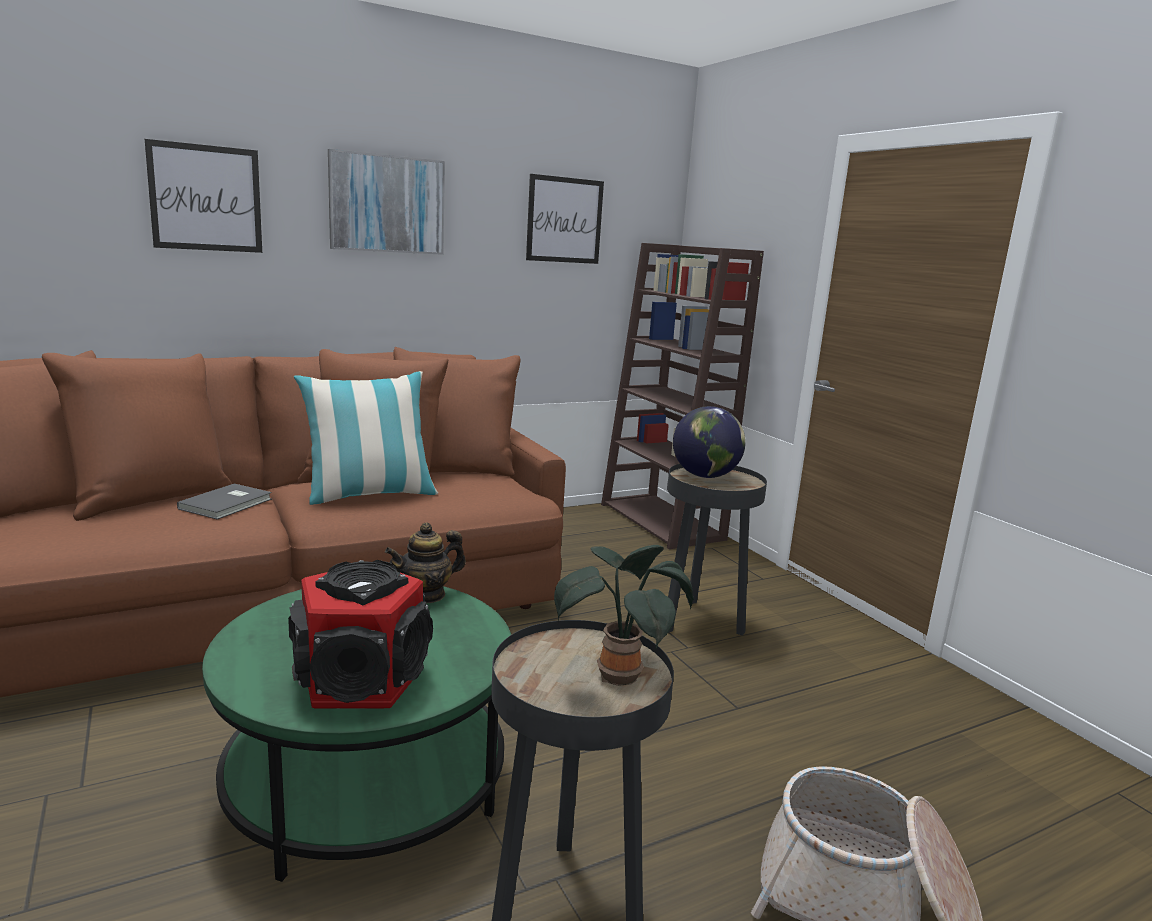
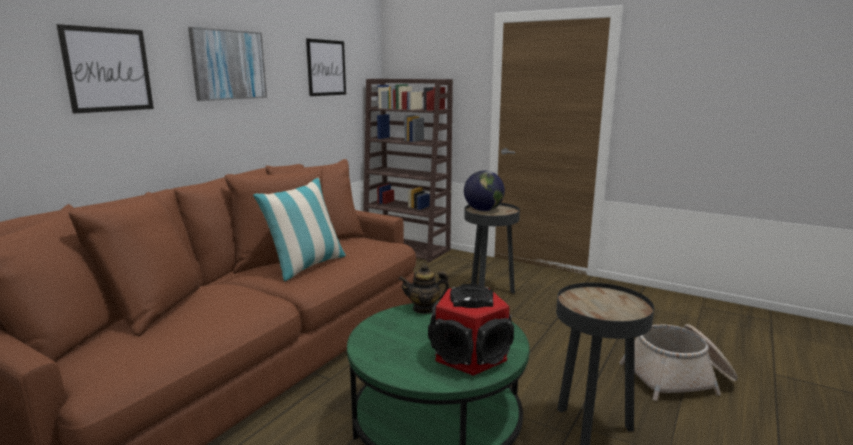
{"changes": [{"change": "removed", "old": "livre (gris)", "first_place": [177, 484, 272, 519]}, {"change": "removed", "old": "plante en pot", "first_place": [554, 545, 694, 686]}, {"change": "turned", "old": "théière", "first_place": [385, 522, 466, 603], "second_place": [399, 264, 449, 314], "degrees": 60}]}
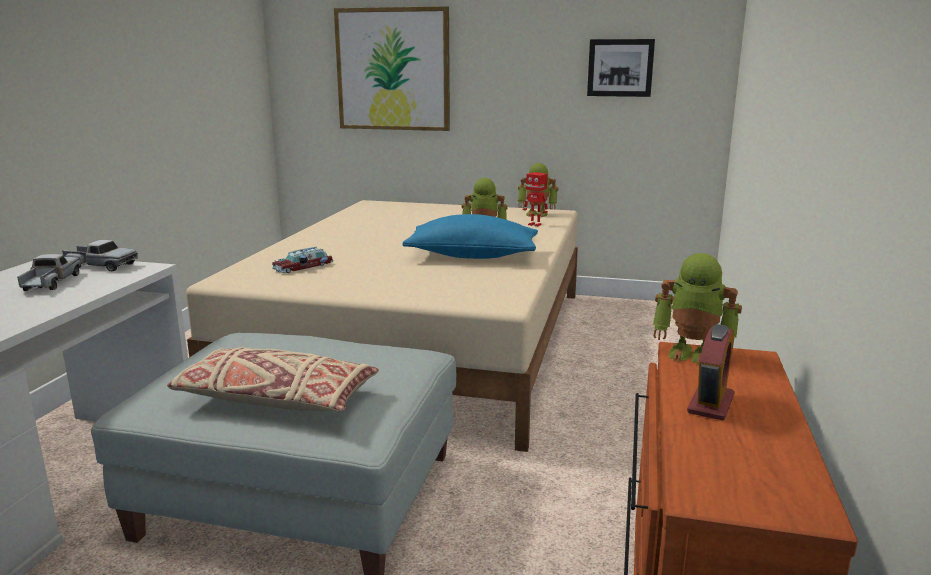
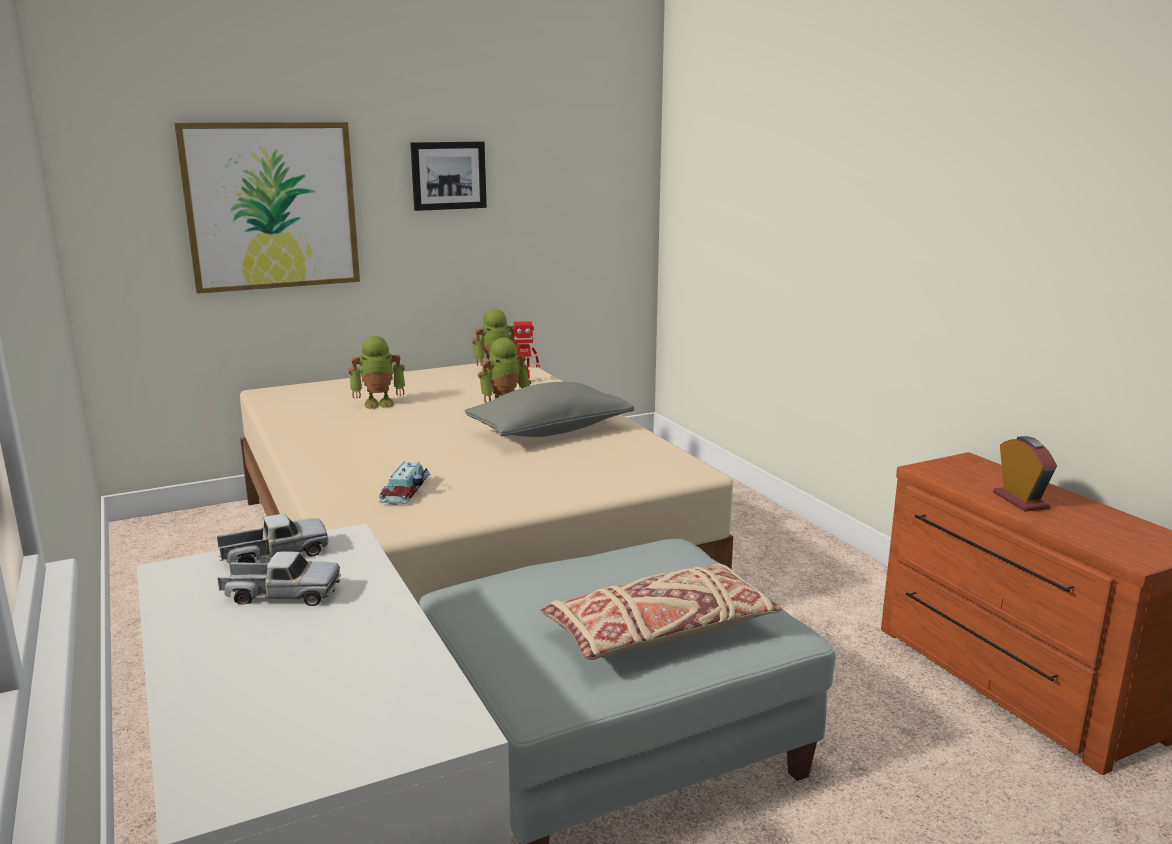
{"changes": [{"change": "moved", "old": "tableau", "first_place": [587, 39, 655, 97], "second_place": [410, 142, 487, 211]}, {"change": "moved", "old": "robot jouet", "first_place": [653, 253, 742, 366], "second_place": [348, 336, 405, 410]}, {"change": "recoloured", "old": "coussin (bleu)", "new": "coussin (gris)", "first_place": [402, 214, 538, 259], "second_place": [465, 382, 634, 437]}, {"change": "turned", "old": "camion jouet", "first_place": [17, 254, 81, 291], "second_place": [217, 551, 341, 606], "degrees": 135}]}
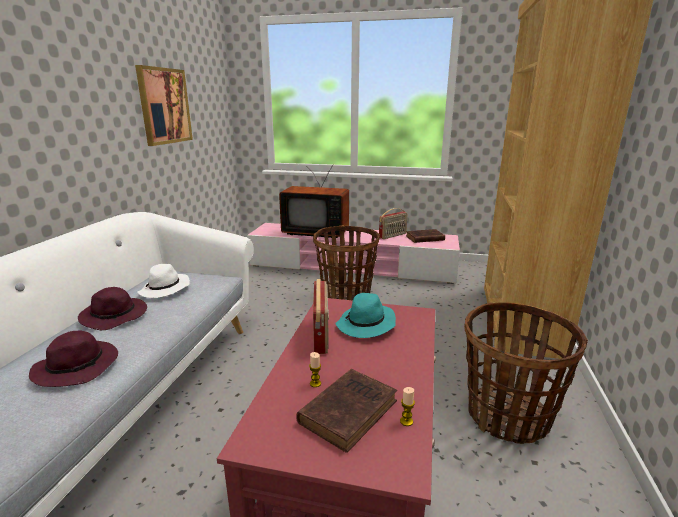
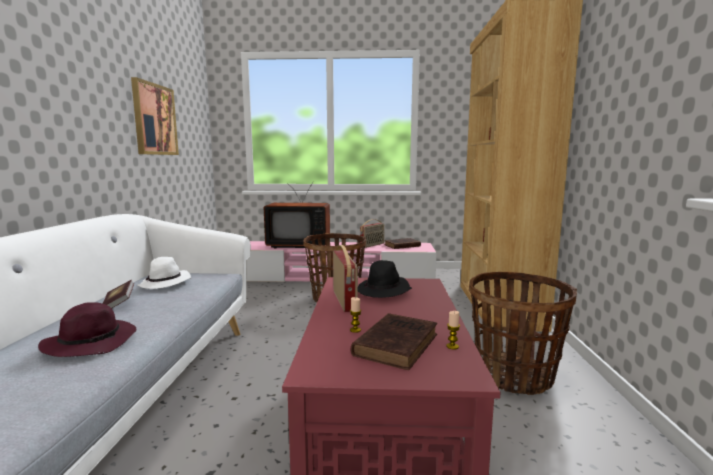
{"changes": [{"change": "replaced", "old": "chapeau (violet)", "new": "livre", "first_place": [78, 287, 147, 330], "second_place": [103, 280, 134, 309]}, {"change": "recoloured", "old": "chapeau (turquoise)", "new": "chapeau (noir)", "first_place": [335, 293, 396, 338], "second_place": [358, 260, 412, 298]}]}
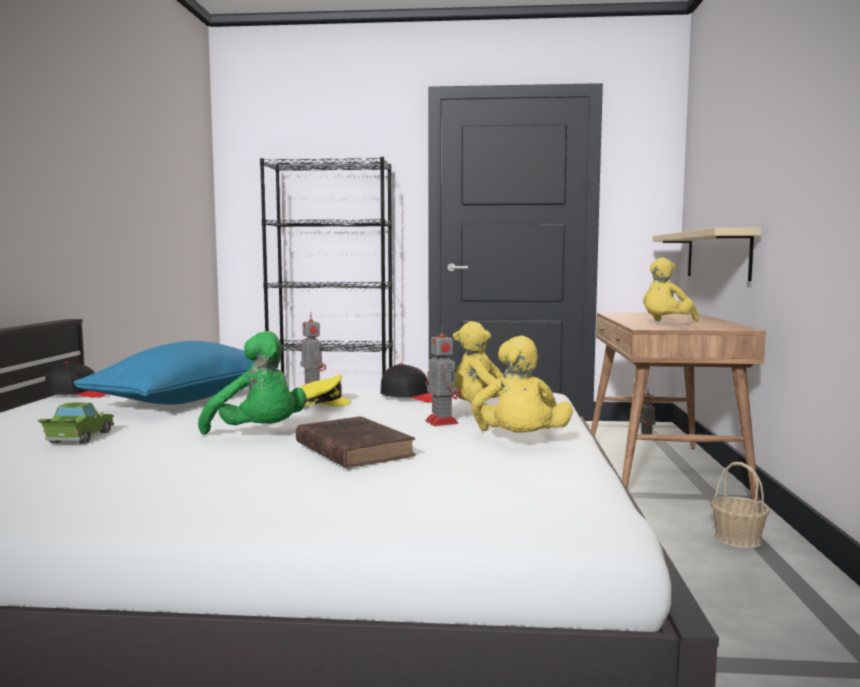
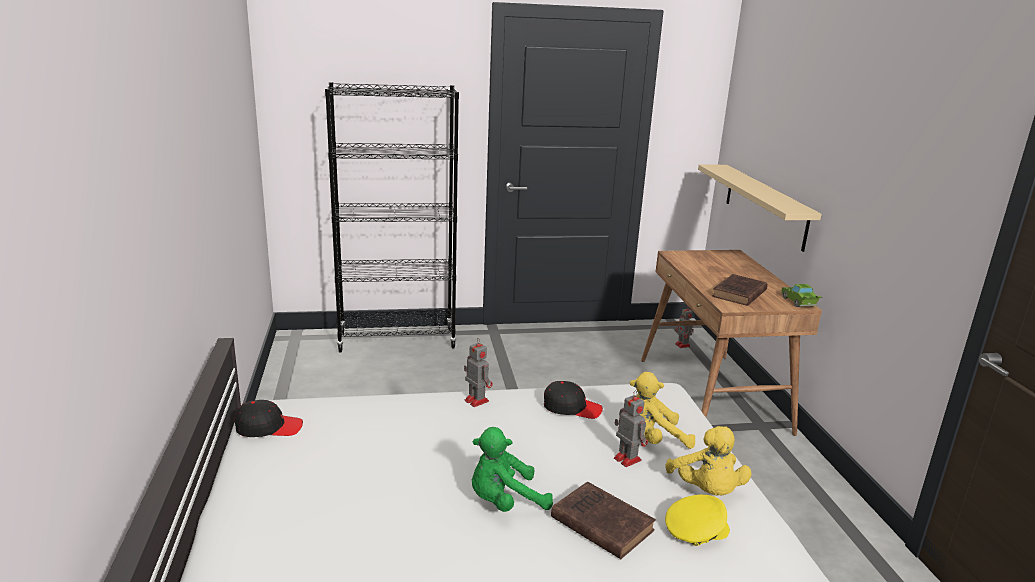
{"changes": [{"change": "removed", "old": "coussin (bleu)", "first_place": [73, 341, 278, 405]}, {"change": "removed", "old": "panier", "first_place": [711, 462, 770, 548]}, {"change": "moved", "old": "petite voiture (vert)", "first_place": [37, 402, 114, 444], "second_place": [781, 284, 822, 307]}, {"change": "moved", "old": "casquette (jaune)", "first_place": [299, 374, 351, 406], "second_place": [665, 495, 730, 546]}, {"change": "replaced", "old": "peluche (jaune)", "new": "livre (marron)", "first_place": [643, 257, 699, 322], "second_place": [712, 274, 768, 306]}, {"change": "turned", "old": "peluche (vert)", "first_place": [198, 331, 306, 435], "second_place": [472, 427, 553, 512], "degrees": 135}]}
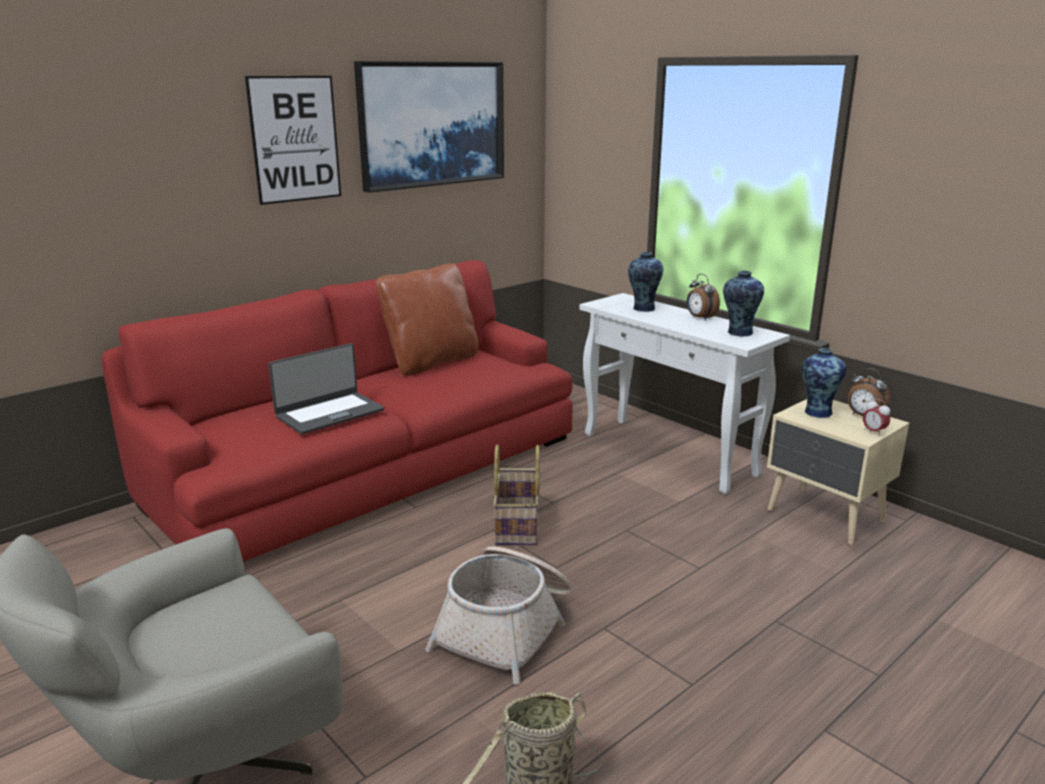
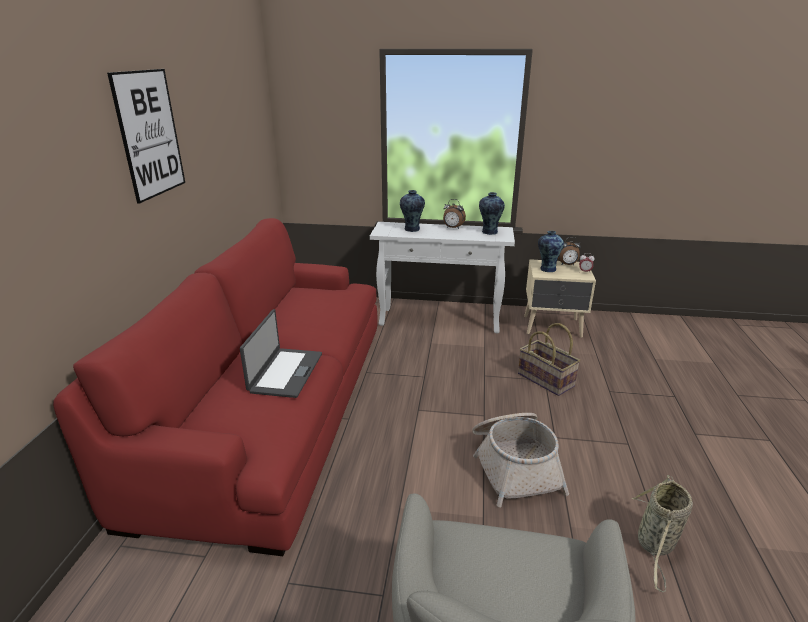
{"changes": [{"change": "removed", "old": "tableau", "first_place": [354, 61, 504, 193]}, {"change": "removed", "old": "coussin (marron)", "first_place": [376, 263, 479, 376]}, {"change": "moved", "old": "panier", "first_place": [493, 445, 540, 545], "second_place": [518, 323, 580, 396]}]}
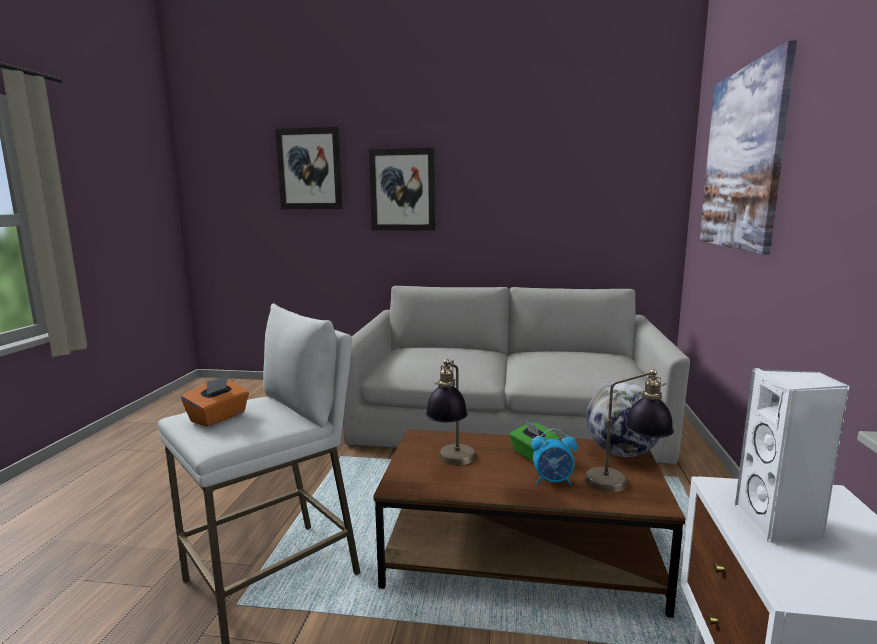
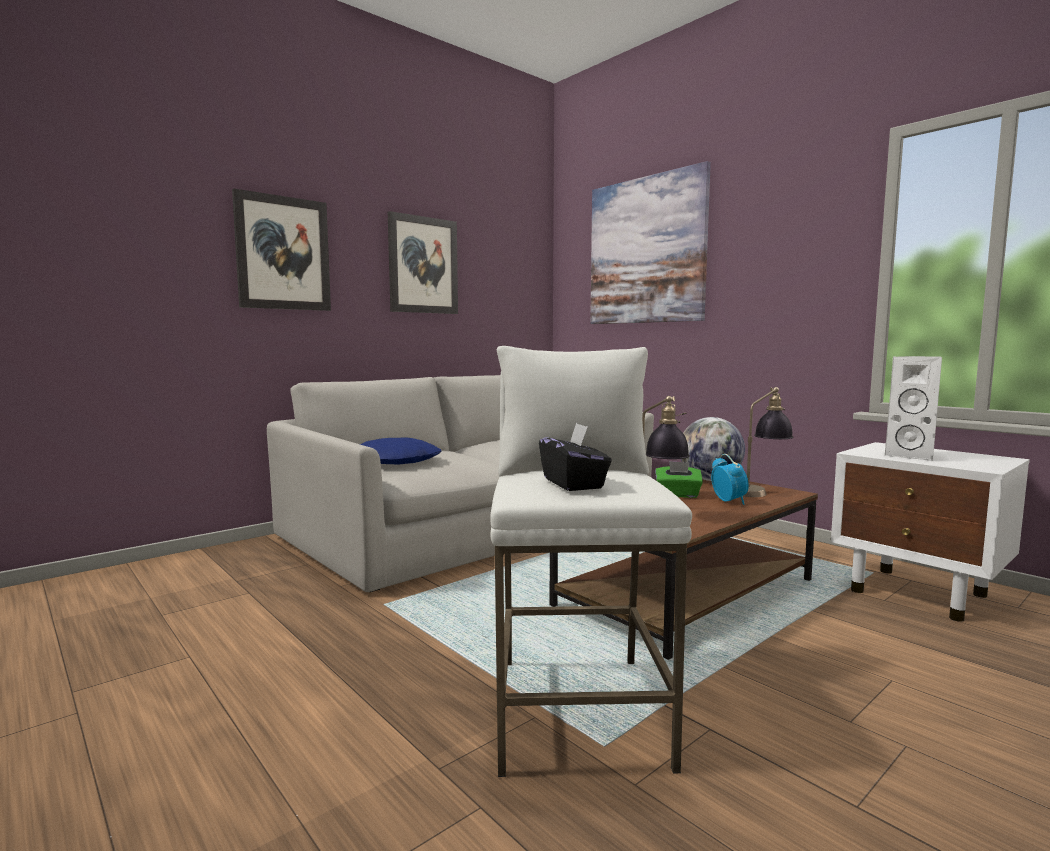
{"changes": [{"change": "added", "new": "coussin (bleu)", "second_place": [360, 438, 441, 464]}, {"change": "moved", "old": "tableau", "first_place": [275, 127, 343, 209], "second_place": [388, 211, 458, 314]}, {"change": "recoloured", "old": "boîte à mouchoirs (orange)", "new": "boîte à mouchoirs (noir)", "first_place": [181, 375, 249, 427], "second_place": [539, 423, 612, 491]}, {"change": "turned", "old": "réveil", "first_place": [531, 429, 577, 485], "second_place": [711, 454, 749, 505], "degrees": -60}]}
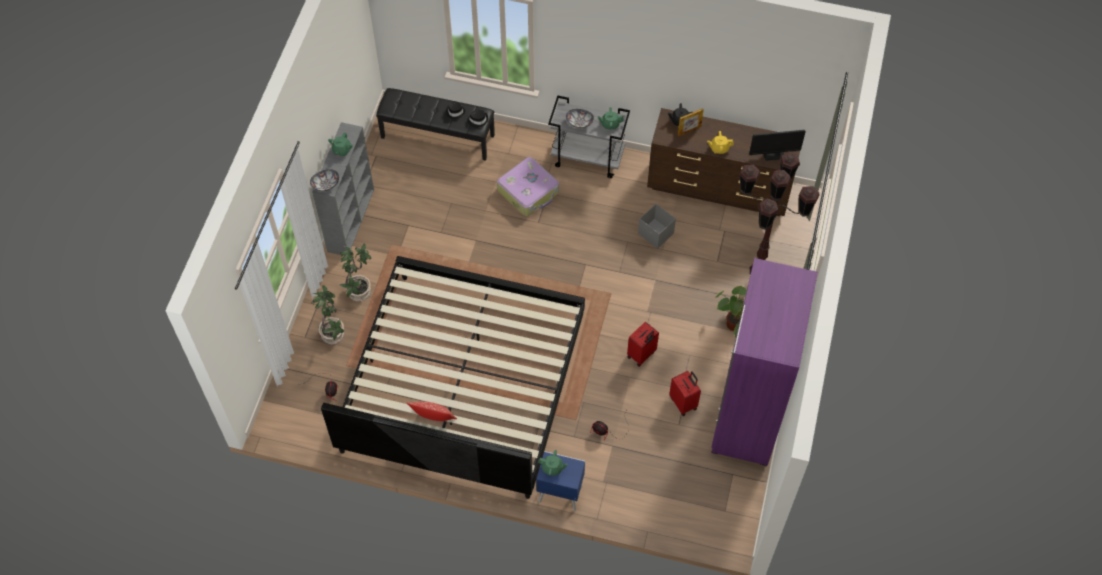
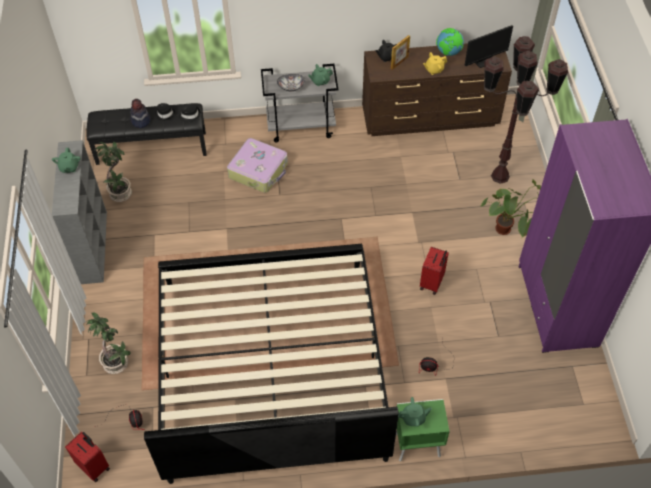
{"changes": [{"change": "removed", "old": "bol", "first_place": [310, 169, 339, 191]}, {"change": "removed", "old": "coussin", "first_place": [407, 401, 457, 421]}, {"change": "removed", "old": "boîte de rangement (gris)", "first_place": [638, 204, 676, 249]}, {"change": "added", "new": "chapeau", "second_place": [130, 99, 151, 128]}, {"change": "added", "new": "globe", "second_place": [436, 28, 464, 56]}, {"change": "moved", "old": "plante en pot", "first_place": [339, 243, 371, 302], "second_place": [95, 142, 132, 202]}, {"change": "moved", "old": "valise (rouge)", "first_place": [669, 371, 701, 416], "second_place": [65, 432, 110, 482]}, {"change": "recoloured", "old": "table de chevet (bleu)", "new": "table de chevet (vert)", "first_place": [536, 451, 585, 511], "second_place": [396, 399, 450, 462]}]}
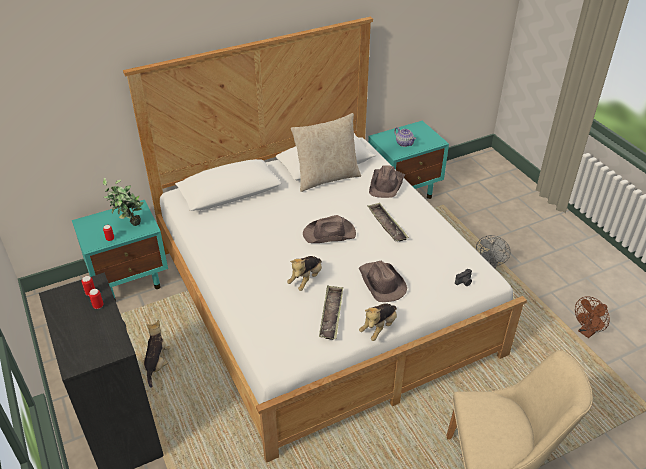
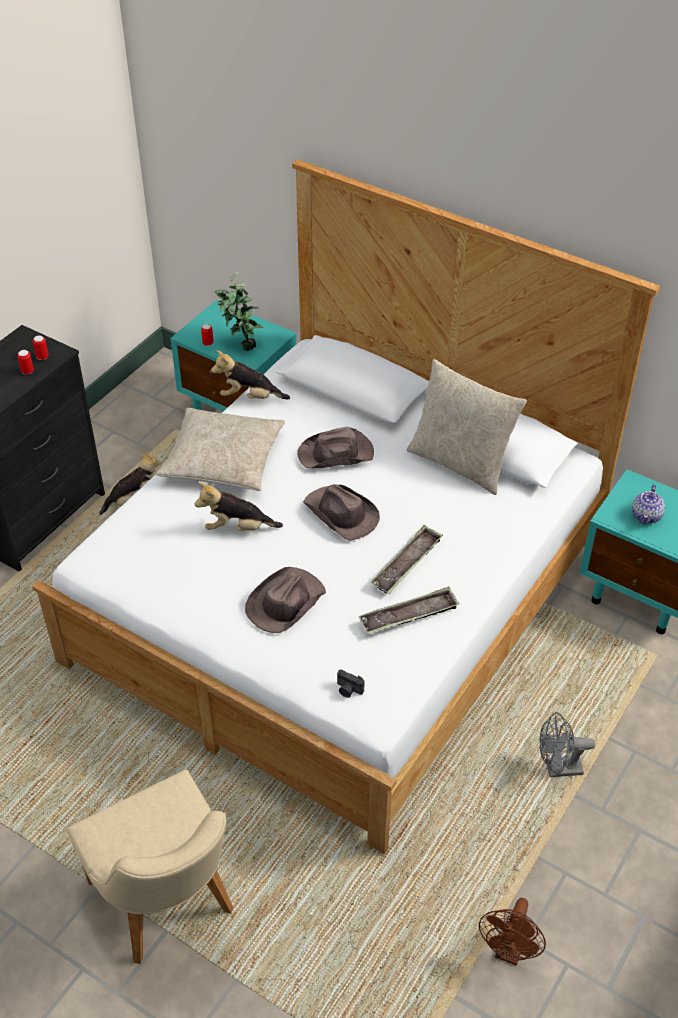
{"changes": [{"change": "added", "new": "coussin (beige)", "second_place": [156, 408, 286, 491]}, {"change": "moved", "old": "plateau", "first_place": [319, 285, 343, 340], "second_place": [358, 586, 460, 635]}, {"change": "moved", "old": "peluche", "first_place": [359, 303, 397, 341], "second_place": [211, 350, 290, 399]}, {"change": "moved", "old": "chapeau (marron)", "first_place": [369, 165, 405, 198], "second_place": [297, 427, 374, 468]}, {"change": "turned", "old": "ventilateur (marron)", "first_place": [575, 296, 610, 338], "second_place": [479, 898, 546, 966], "degrees": -90}]}
